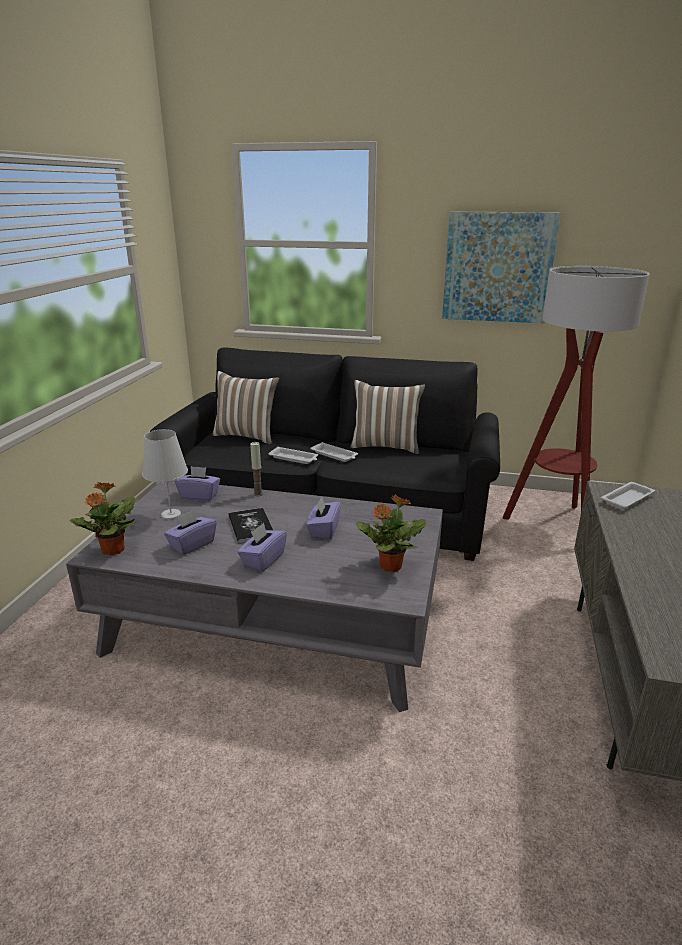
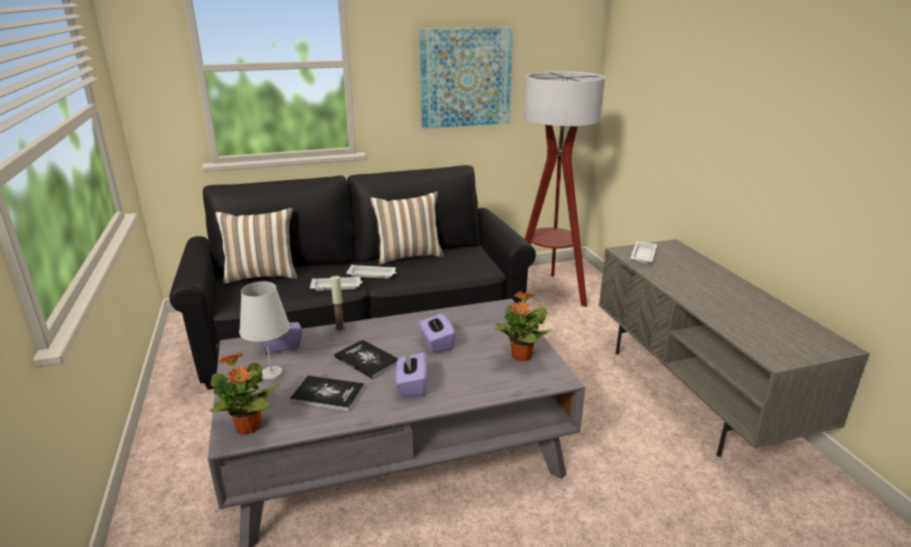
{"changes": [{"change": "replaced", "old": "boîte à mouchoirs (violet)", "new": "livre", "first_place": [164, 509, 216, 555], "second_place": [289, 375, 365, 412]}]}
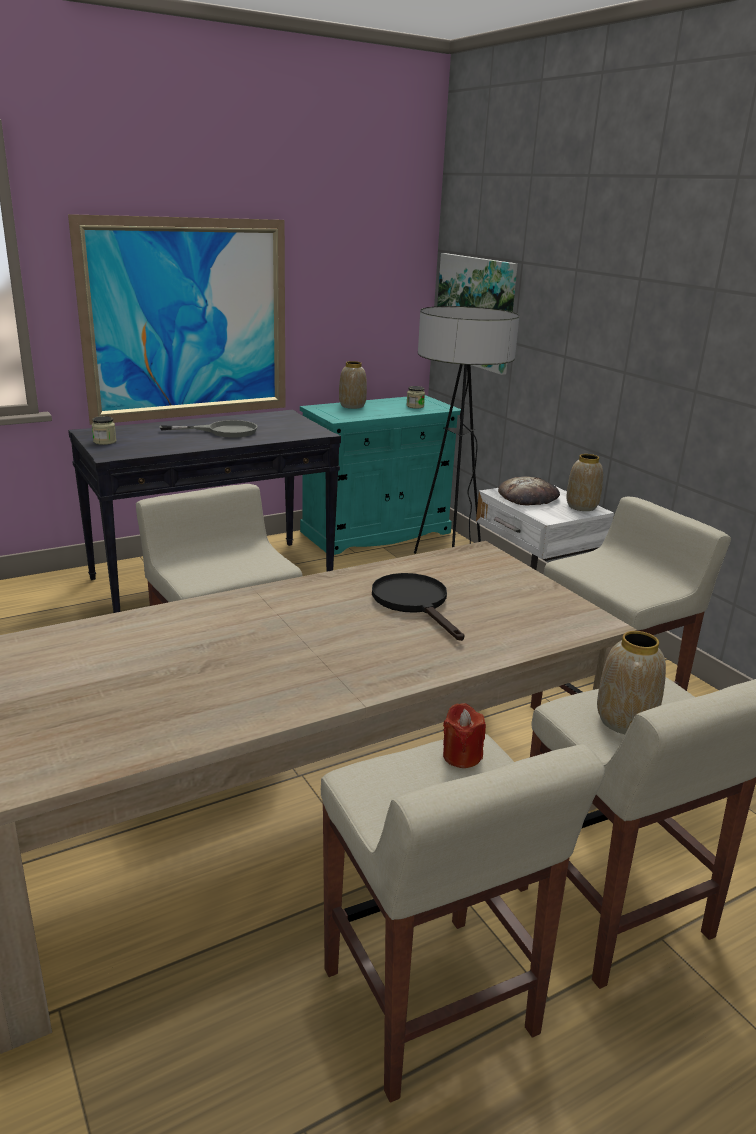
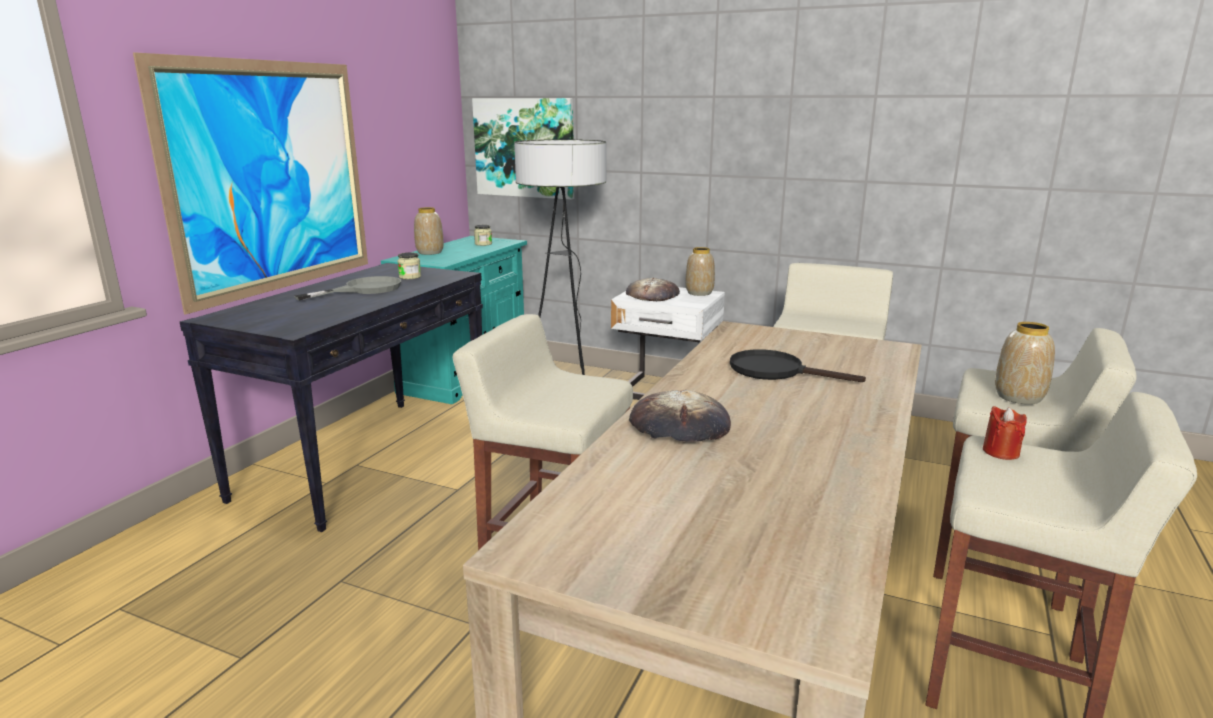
{"changes": [{"change": "added", "new": "pain", "second_place": [629, 390, 731, 442]}, {"change": "moved", "old": "bocal", "first_place": [92, 416, 116, 445], "second_place": [397, 252, 421, 279]}]}
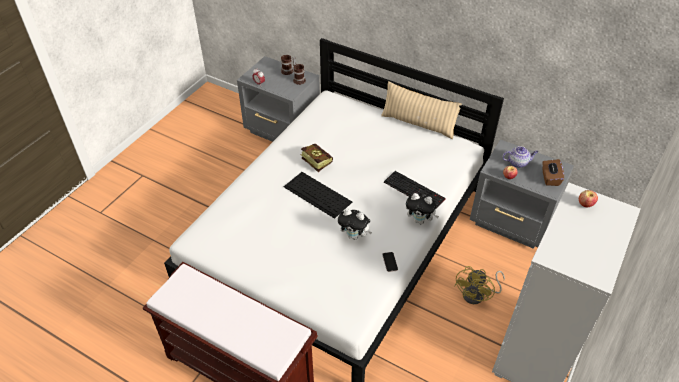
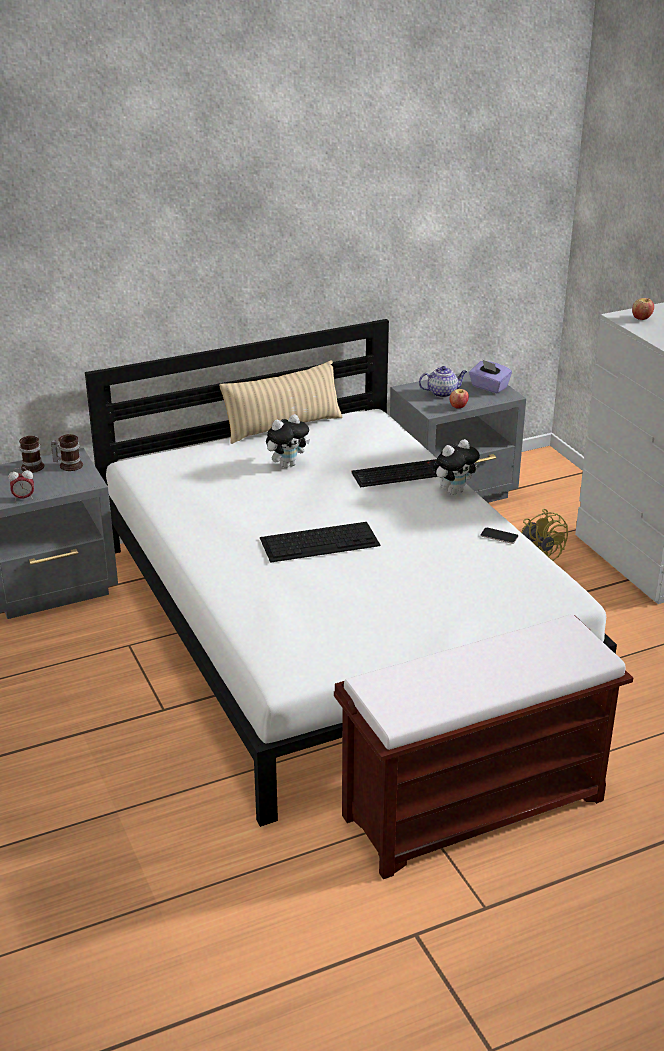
{"changes": [{"change": "removed", "old": "livre", "first_place": [301, 144, 333, 172]}, {"change": "moved", "old": "peluche", "first_place": [338, 209, 372, 240], "second_place": [266, 414, 310, 468]}, {"change": "recoloured", "old": "boîte à mouchoirs (marron)", "new": "boîte à mouchoirs (violet)", "first_place": [542, 159, 564, 186], "second_place": [469, 359, 512, 393]}, {"change": "turned", "old": "théière", "first_place": [502, 146, 538, 168], "second_place": [419, 366, 467, 398], "degrees": 45}]}
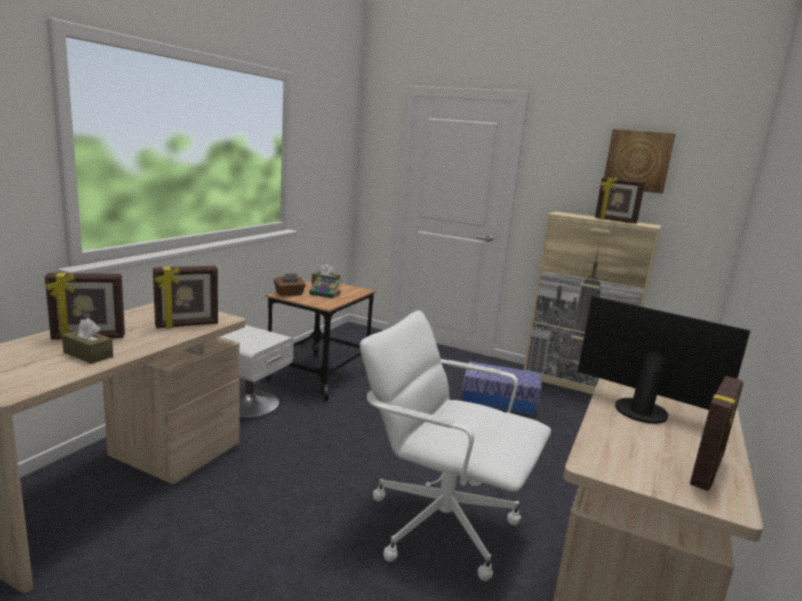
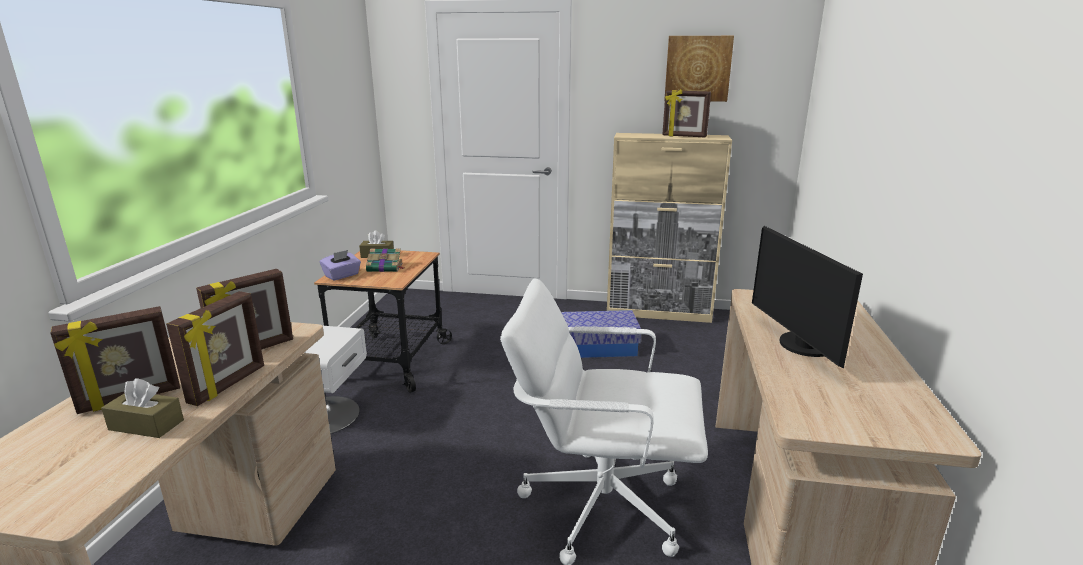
{"changes": [{"change": "moved", "old": "cadre photo", "first_place": [690, 376, 743, 491], "second_place": [166, 291, 264, 406]}, {"change": "recoloured", "old": "boîte à mouchoirs (marron)", "new": "boîte à mouchoirs (violet)", "first_place": [274, 274, 306, 296], "second_place": [320, 250, 361, 281]}, {"change": "turned", "old": "écran d'ordinateur", "first_place": [578, 296, 750, 424], "second_place": [752, 226, 863, 368], "degrees": -120}]}
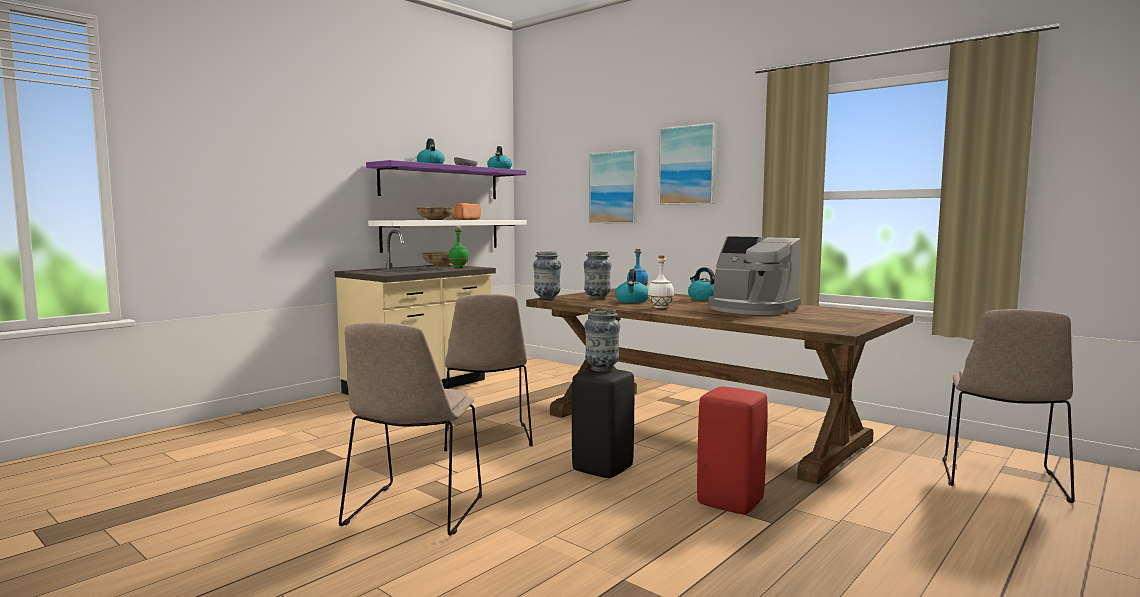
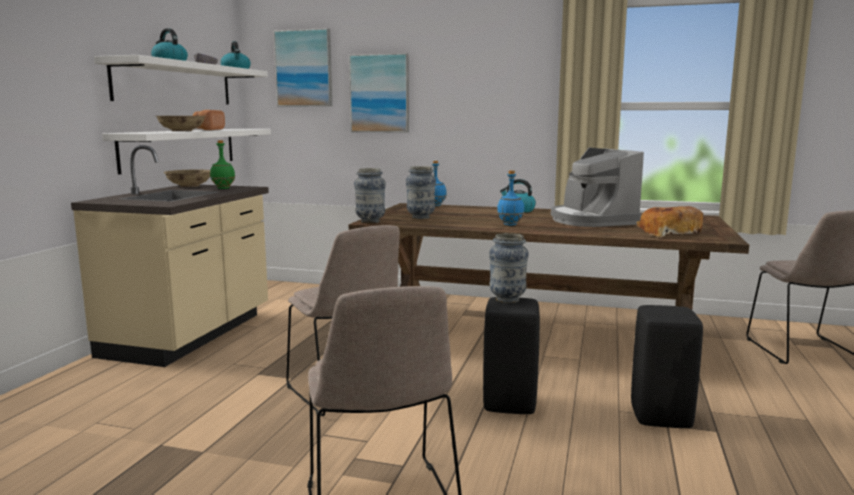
{"changes": [{"change": "removed", "old": "bouilloire", "first_place": [615, 269, 648, 303]}, {"change": "added", "new": "pain", "second_place": [637, 206, 703, 237]}, {"change": "moved", "old": "tableau", "first_place": [659, 123, 717, 205], "second_place": [273, 28, 332, 106]}, {"change": "recoloured", "old": "étagère (violet)", "new": "étagère (blanc)", "first_place": [366, 160, 526, 199], "second_place": [94, 55, 268, 104]}, {"change": "recoloured", "old": "bouteille (blanc)", "new": "bouteille (bleu)", "first_place": [648, 256, 674, 308], "second_place": [497, 170, 525, 226]}, {"change": "recoloured", "old": "tabouret (rouge)", "new": "tabouret (noir)", "first_place": [697, 387, 768, 514], "second_place": [631, 305, 703, 428]}, {"change": "turned", "old": "machine à café", "first_place": [708, 236, 801, 315], "second_place": [551, 148, 644, 227], "degrees": 60}]}
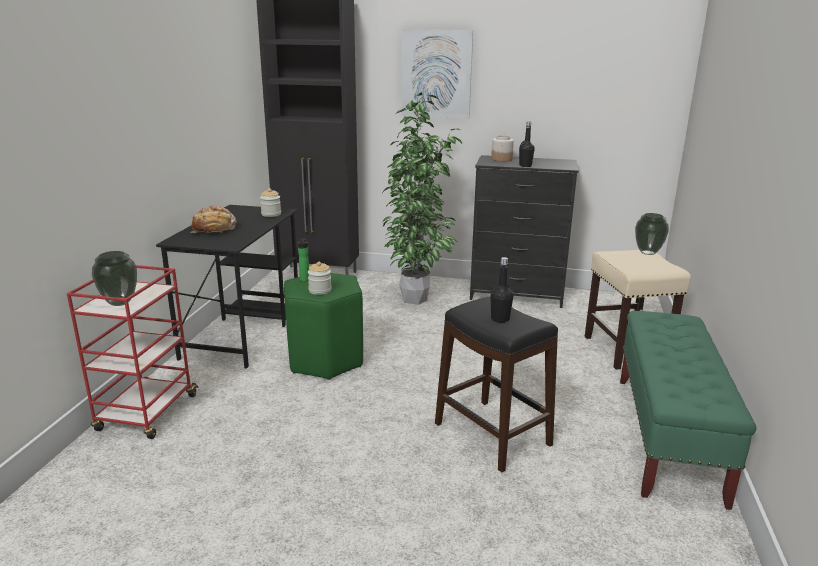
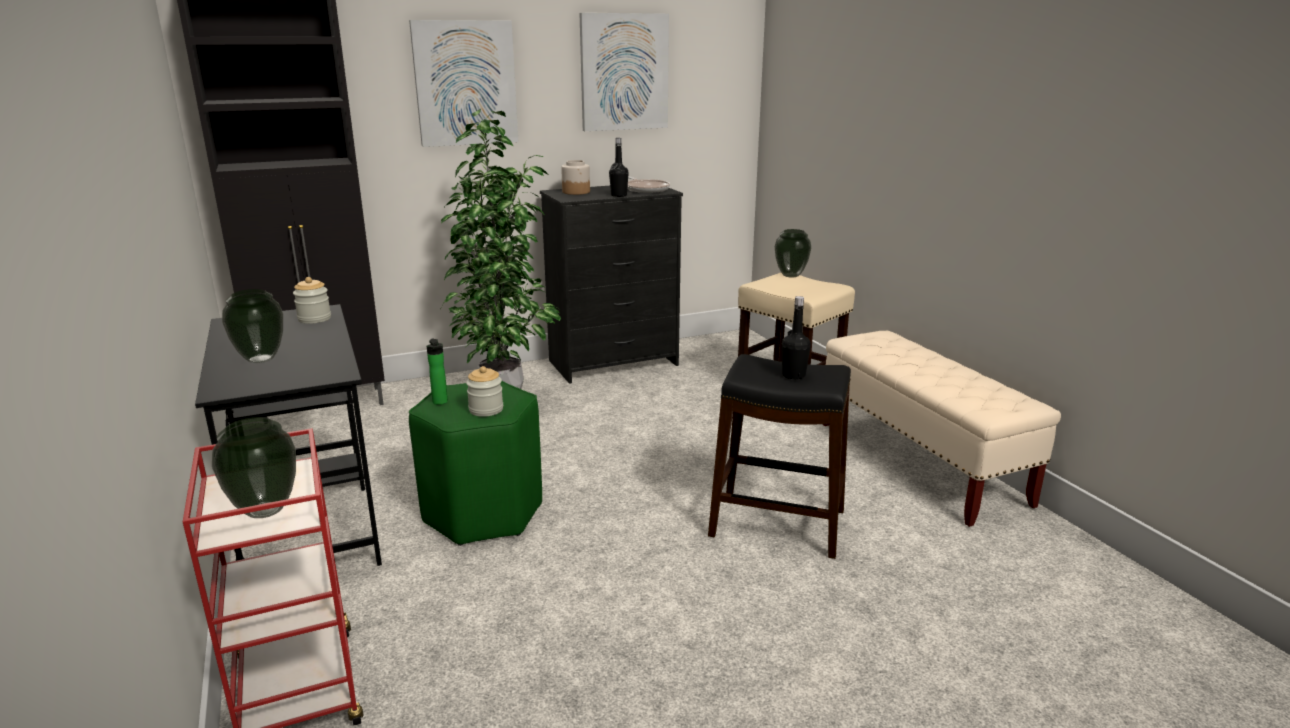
{"changes": [{"change": "added", "new": "tableau", "second_place": [579, 13, 669, 131]}, {"change": "added", "new": "poêle", "second_place": [627, 176, 670, 193]}, {"change": "replaced", "old": "pain", "new": "vase", "first_place": [192, 205, 236, 233], "second_place": [222, 289, 283, 363]}, {"change": "recoloured", "old": "banc (vert)", "new": "banc (beige)", "first_place": [620, 311, 757, 510], "second_place": [822, 331, 1061, 527]}]}
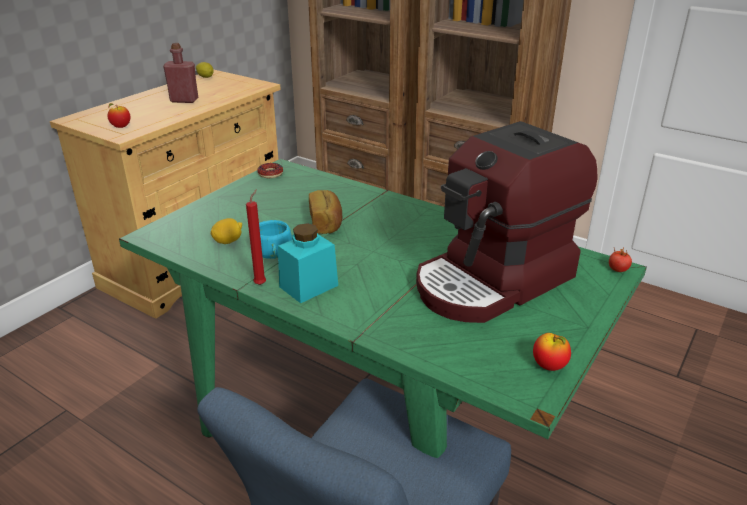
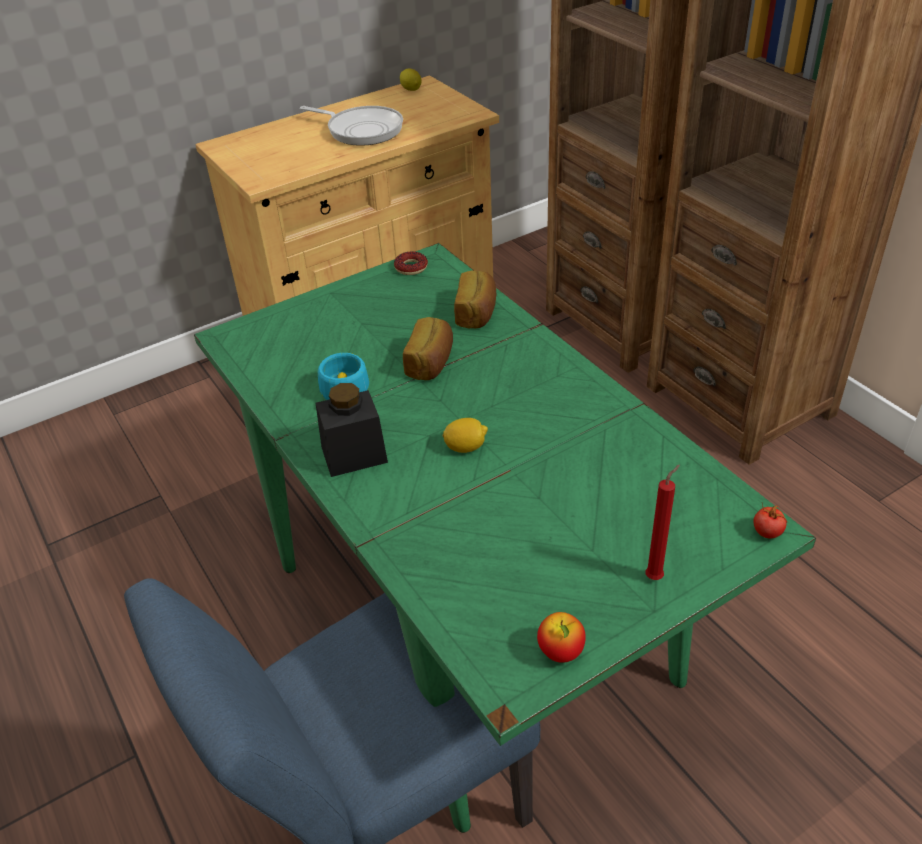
{"changes": [{"change": "removed", "old": "pomme", "first_place": [107, 103, 131, 128]}, {"change": "removed", "old": "machine à café", "first_place": [416, 121, 597, 323]}, {"change": "added", "new": "pain", "second_place": [454, 270, 496, 329]}, {"change": "moved", "old": "citron", "first_place": [210, 218, 242, 244], "second_place": [443, 418, 488, 453]}, {"change": "moved", "old": "bougie (rouge)", "first_place": [246, 189, 266, 285], "second_place": [646, 465, 680, 580]}, {"change": "replaced", "old": "bouteille (rouge)", "new": "poêle", "first_place": [163, 43, 199, 103], "second_place": [300, 106, 403, 146]}, {"change": "recoloured", "old": "bocal (turquoise)", "new": "bocal (noir)", "first_place": [278, 223, 338, 303], "second_place": [316, 383, 388, 477]}]}
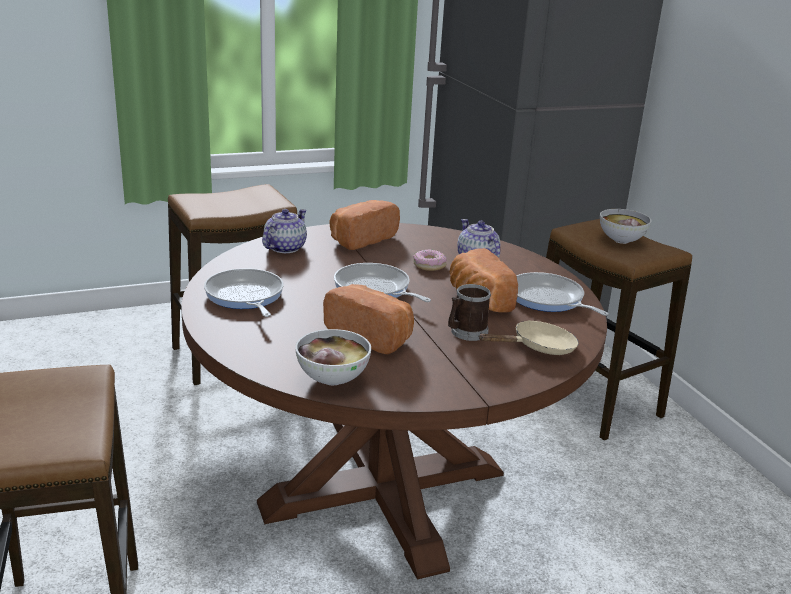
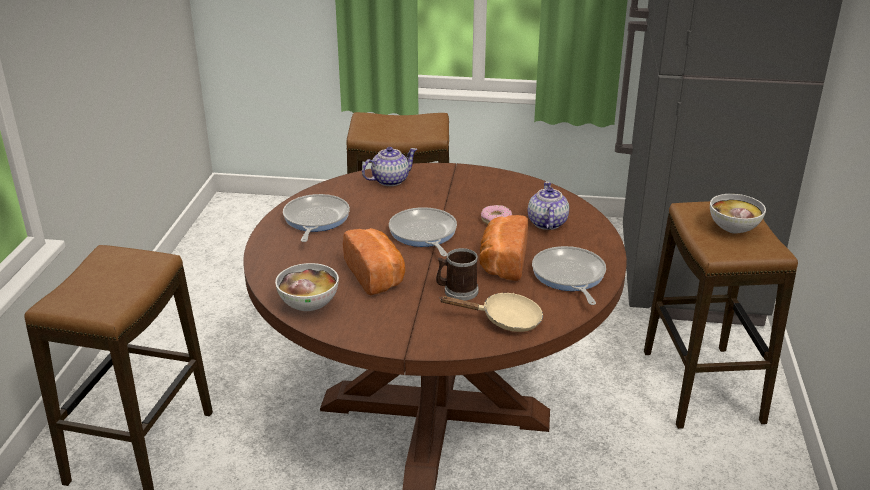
{"changes": [{"change": "removed", "old": "pain", "first_place": [329, 200, 400, 250]}]}
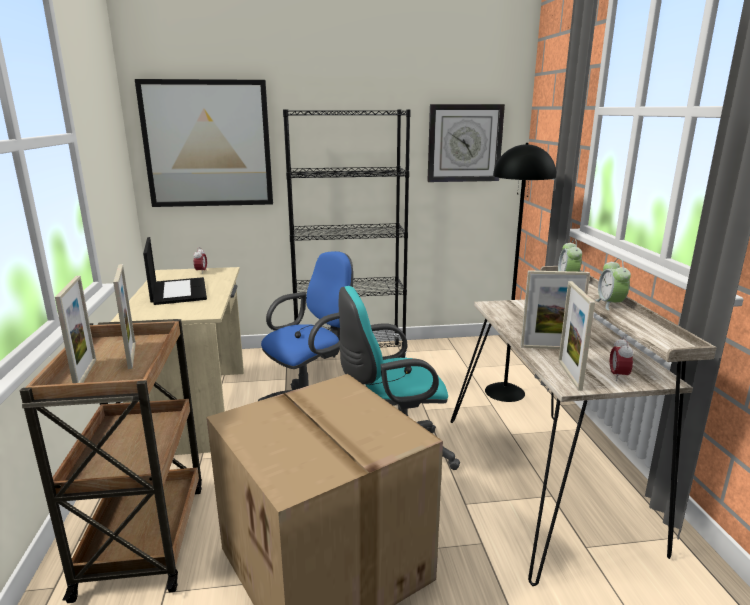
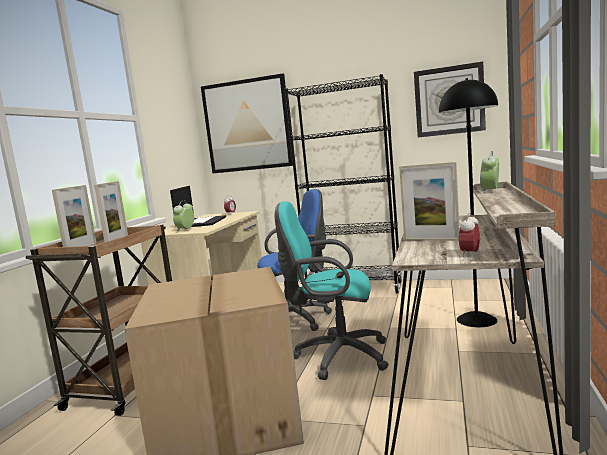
{"changes": [{"change": "removed", "old": "cadre photo", "first_place": [558, 281, 595, 391]}, {"change": "moved", "old": "réveil", "first_place": [595, 258, 631, 311], "second_place": [173, 201, 194, 233]}]}
